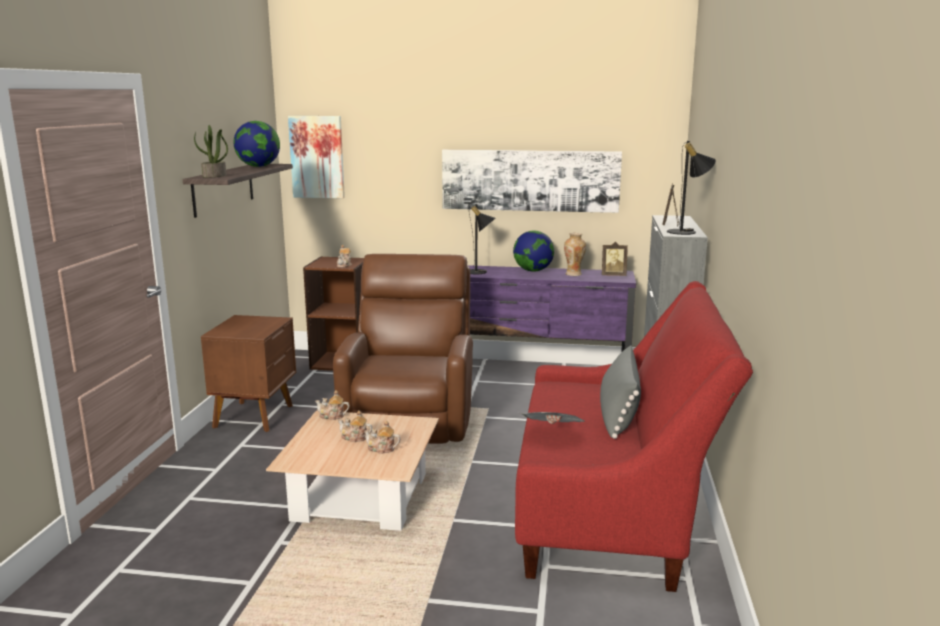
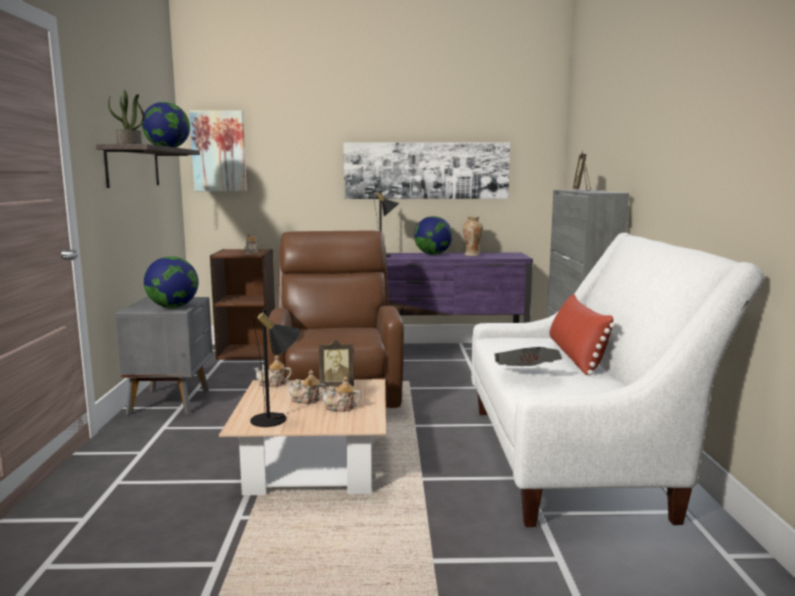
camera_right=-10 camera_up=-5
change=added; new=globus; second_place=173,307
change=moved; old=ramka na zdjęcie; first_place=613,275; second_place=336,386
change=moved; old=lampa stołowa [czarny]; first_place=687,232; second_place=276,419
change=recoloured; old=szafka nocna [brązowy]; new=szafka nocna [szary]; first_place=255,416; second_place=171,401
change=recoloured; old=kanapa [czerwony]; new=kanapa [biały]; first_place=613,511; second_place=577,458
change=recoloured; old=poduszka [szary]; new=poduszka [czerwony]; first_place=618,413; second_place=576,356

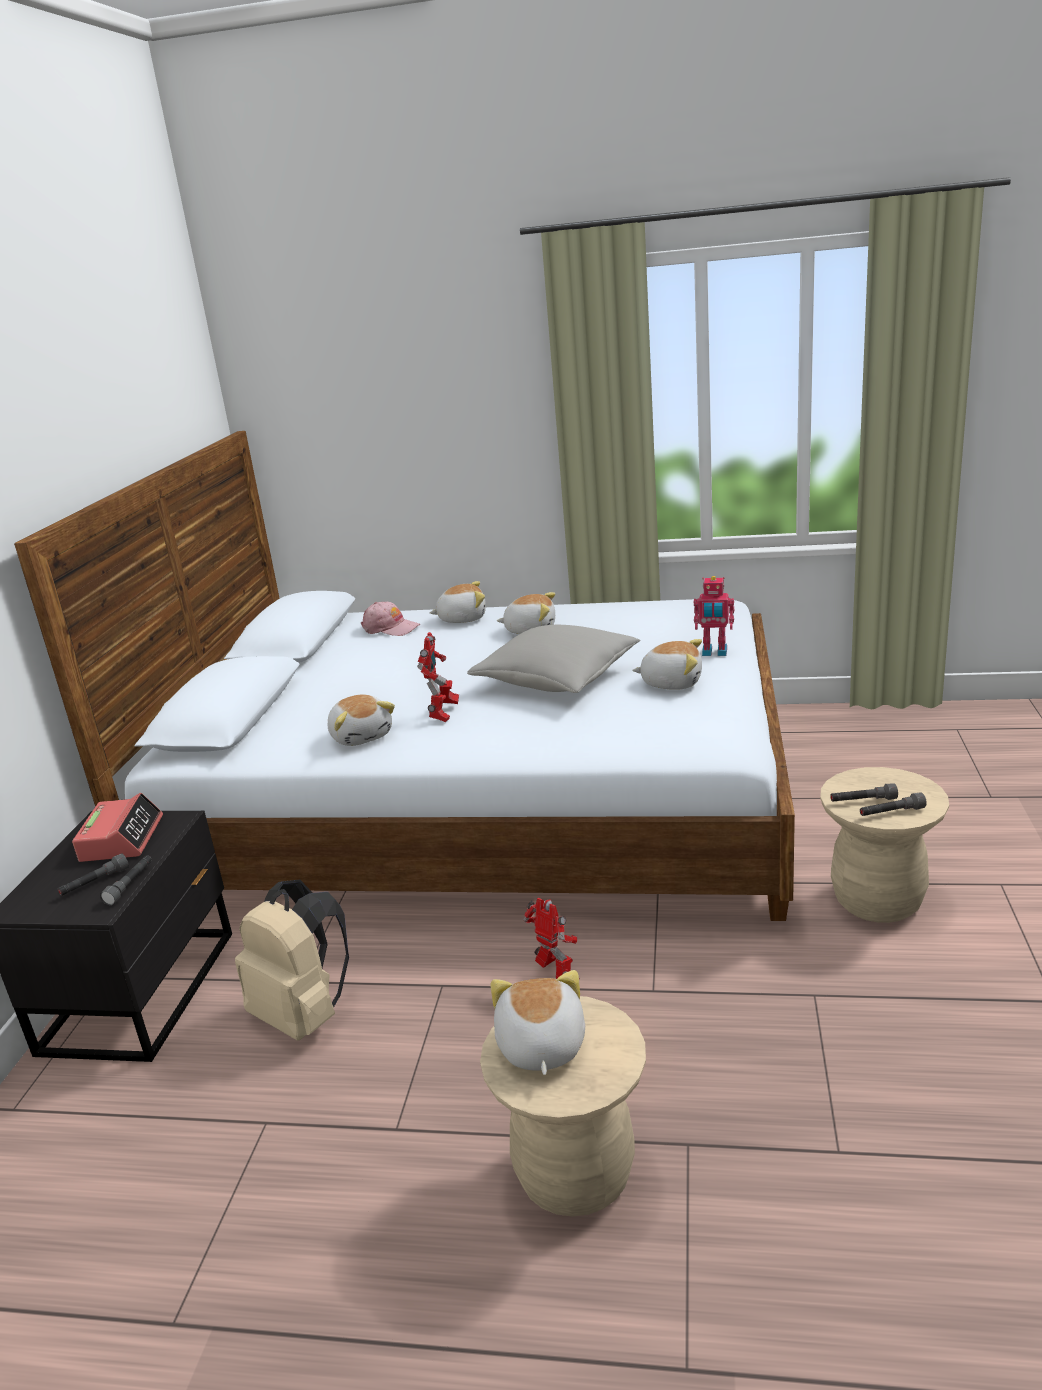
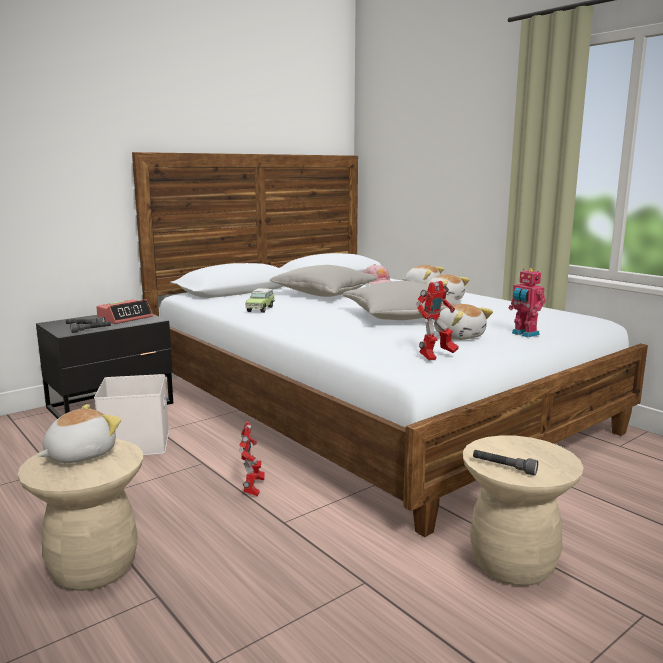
camera_right=40 camera_up=-10
change=removed; old=latarka [szary]; first_place=863,801
change=added; new=poduszka [szary]; second_place=324,294
change=moved; old=robot zabawkowy; first_place=443,714; second_place=436,356
change=replaced; old=plecak [beżowy]; new=pojemnik do przechowywania [biały]; first_place=304,1015; second_place=137,443
change=replaced; old=pluszak; new=samochodzik; first_place=362,736; second_place=260,309

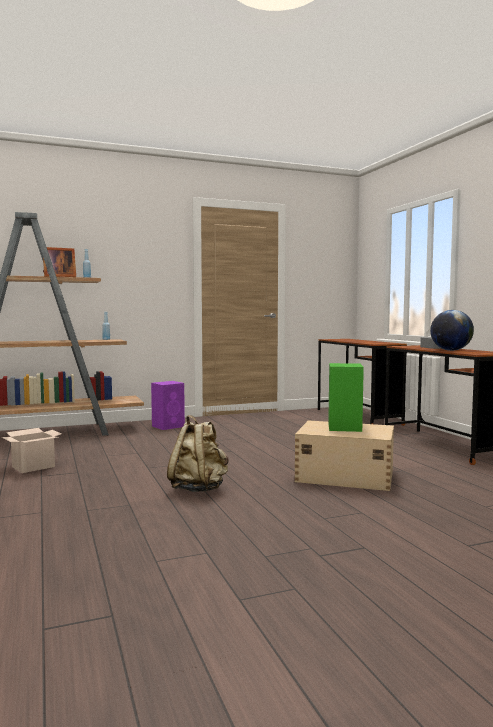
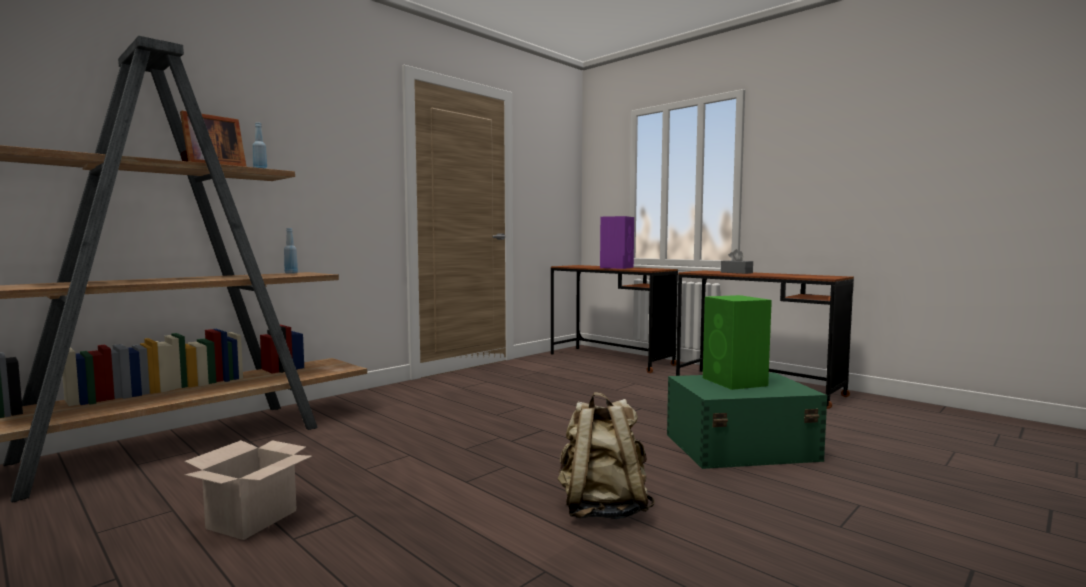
camera_right=-25 camera_up=0
change=removed; old=globus; first_place=451,350
change=moved; old=głośnik [fioletowy]; first_place=169,426; second_place=617,267
change=recoloured; old=pojemnik do przechowywania [beżowy]; new=pojemnik do przechowywania [zielony]; first_place=344,475; second_place=738,447

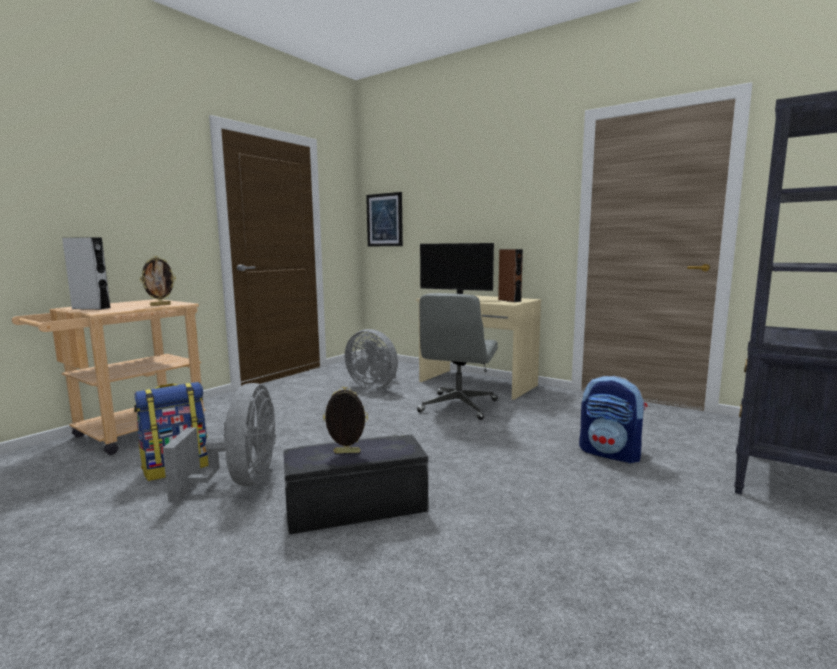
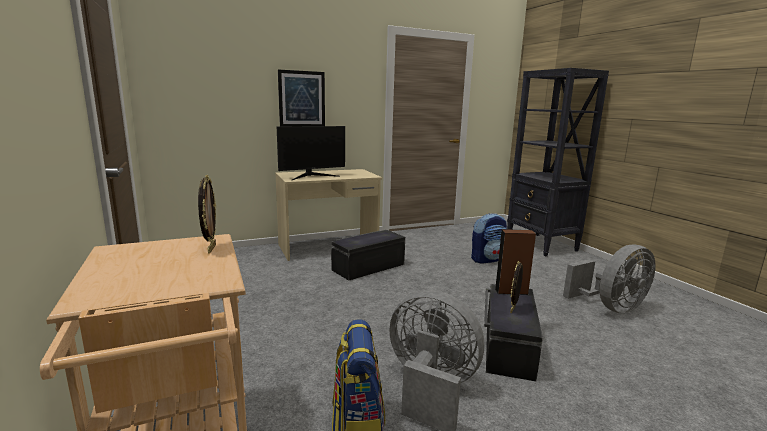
camera_right=-60 camera_up=5
change=removed; old=głośnik [szary]; first_place=91,308
change=moved; old=wentylator [szary]; first_place=374,386; second_place=611,307
change=moved; old=obraz; first_place=385,220; second_place=301,99
change=moved; old=głośnik [brązowy]; first_place=509,300; second_place=511,291
change=replaced; old=krzesło biurowe [szary]; new=pojemnik do przechowywania [czarny]; first_place=458,406; second_place=368,267

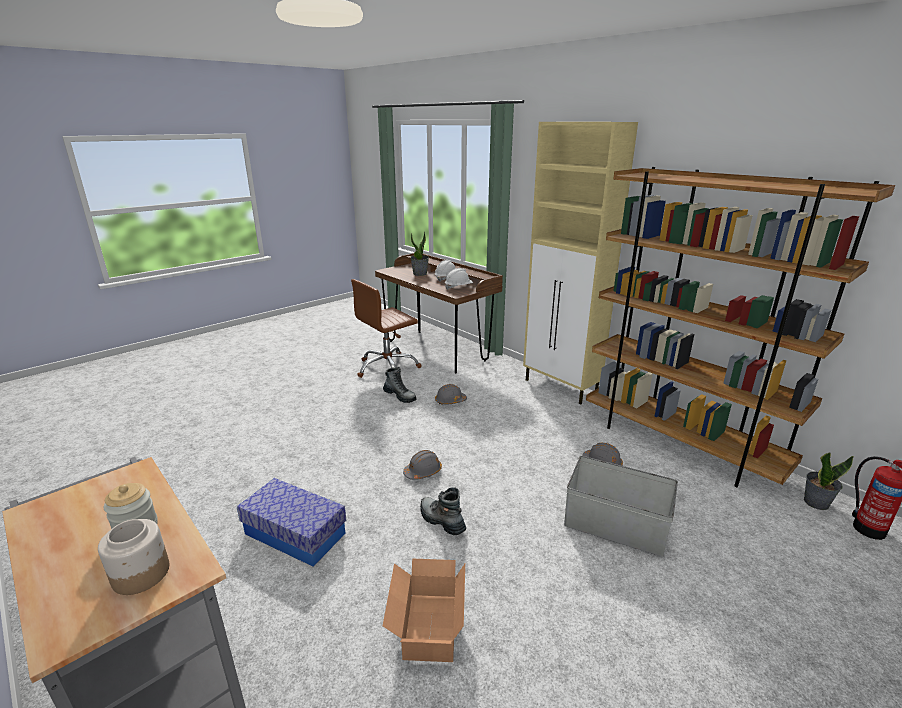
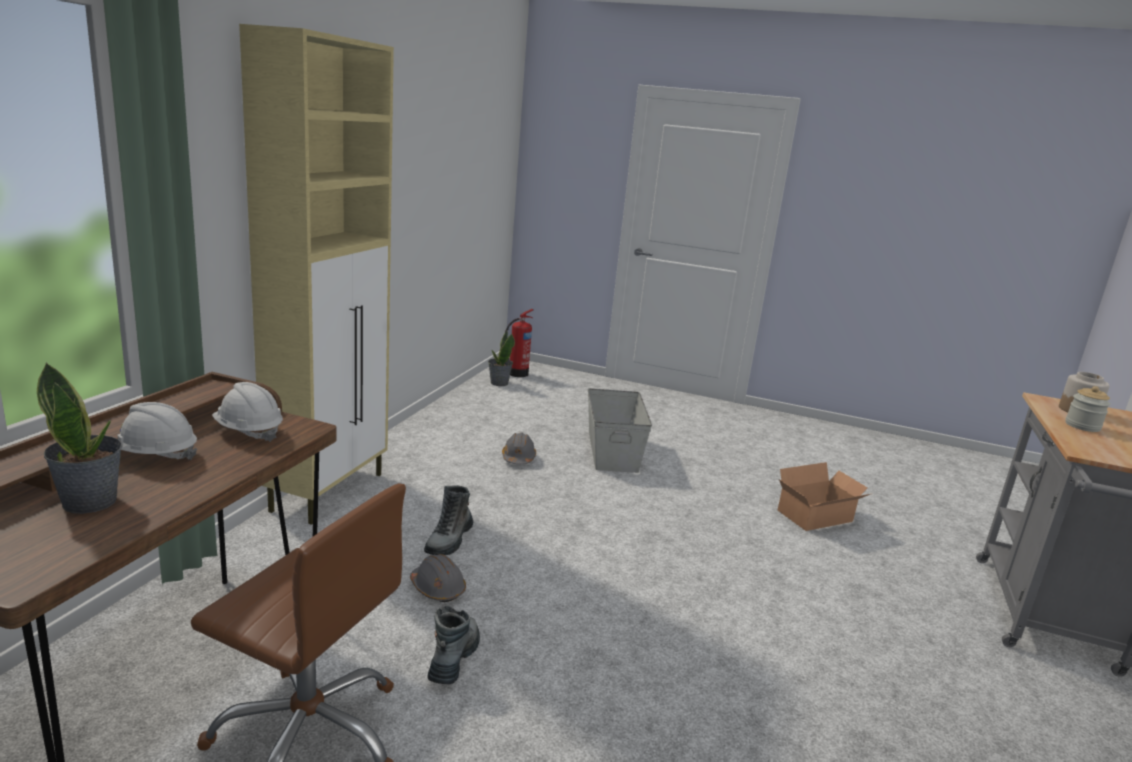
camera_right=-120 camera_up=-5
change=removed; old=pojemnik do przechowywania; first_place=295,533
change=removed; old=kask [szary]; first_place=423,472
change=removed; old=regał [brązowy]; first_place=679,444
change=moved; old=but z cholewką; first_place=441,521; second_place=449,540

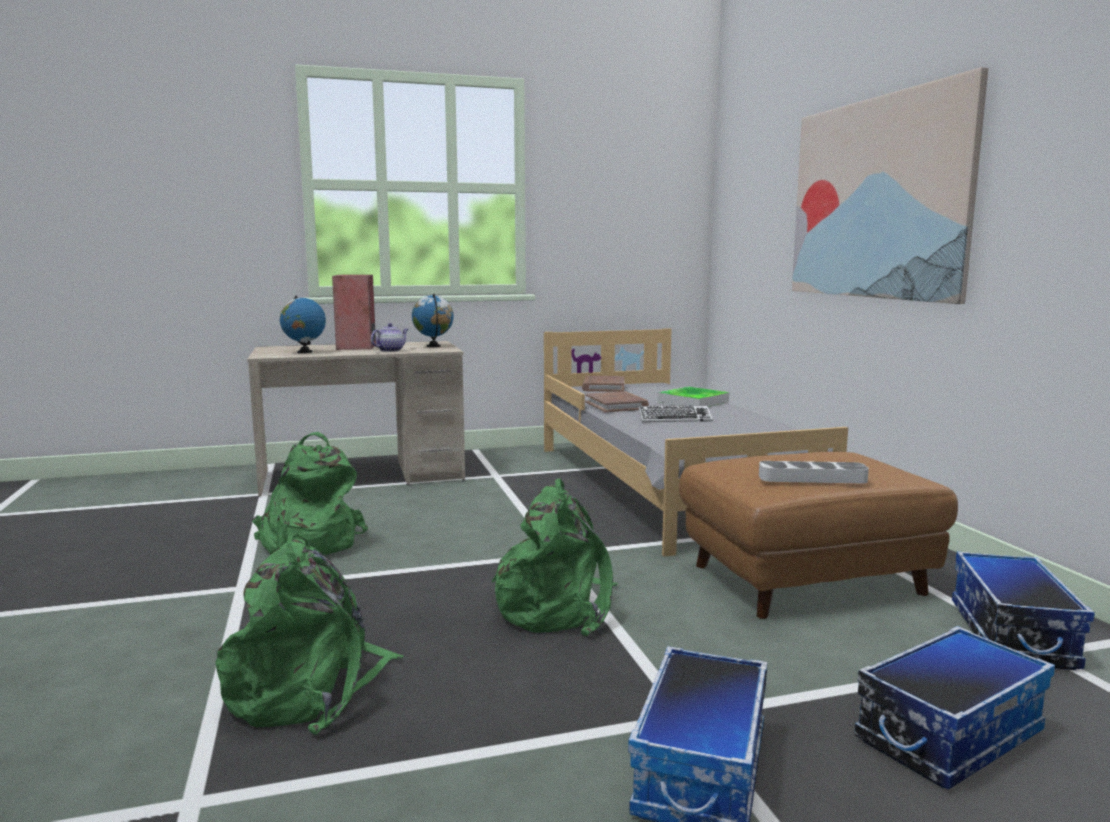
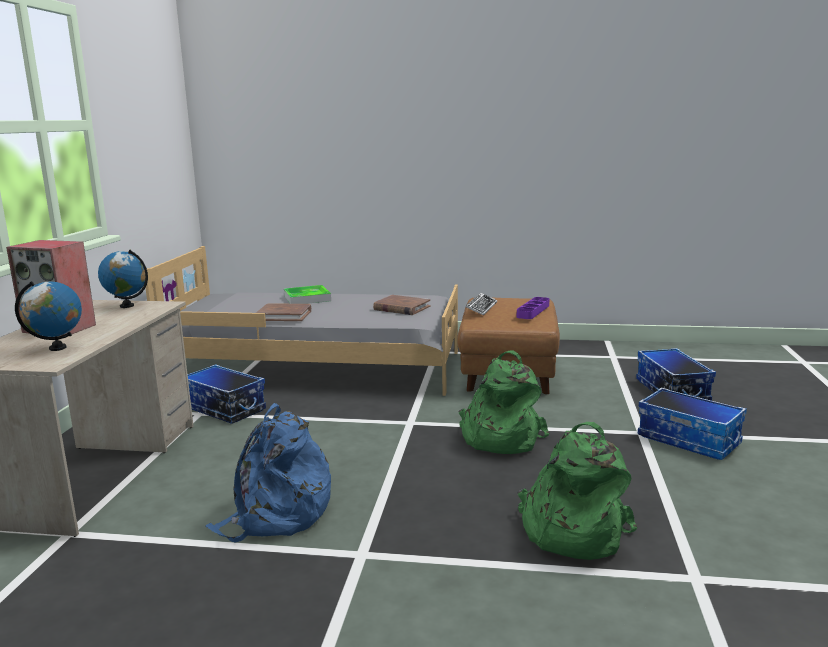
camera_right=-65 camera_up=5
change=removed; old=imbryk; first_place=390,350
change=removed; old=obraz; first_place=877,199
change=moved; old=książka [brązowy]; first_place=603,387; second_place=401,308
change=moved; old=klawiatura; first_place=674,419; second_place=481,307
change=moved; old=pojemnik do przechowywania; first_place=1009,634; second_place=223,409
change=recoloured; old=plecak [zielony]; new=plecak [niebieski]; first_place=308,542; second_place=276,515
change=recoloured; old=taca [szary]; new=taca [fioletowy]; first_place=812,478; second_place=533,311

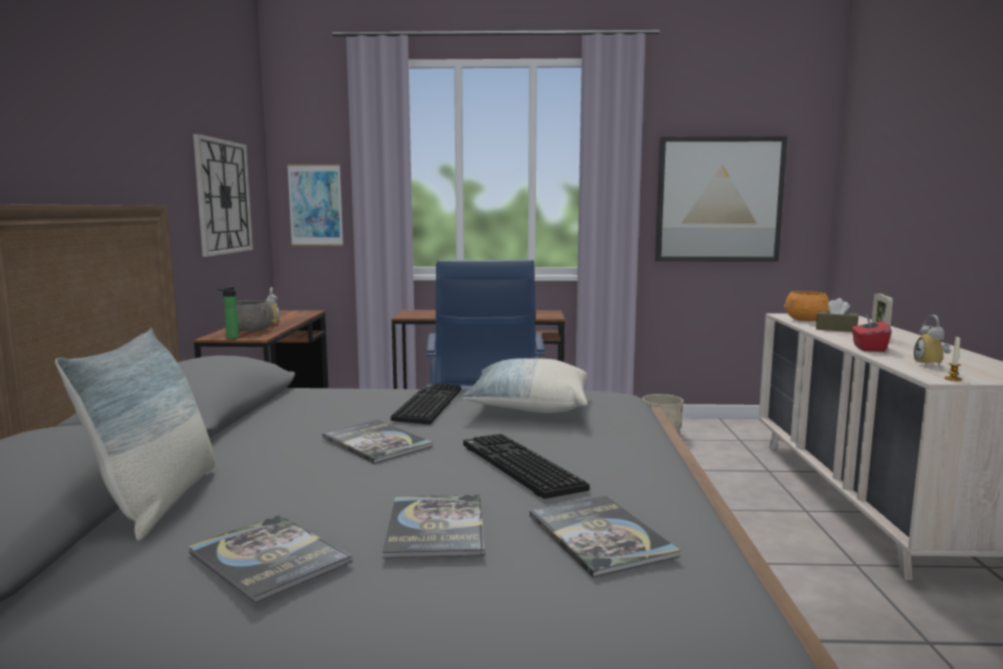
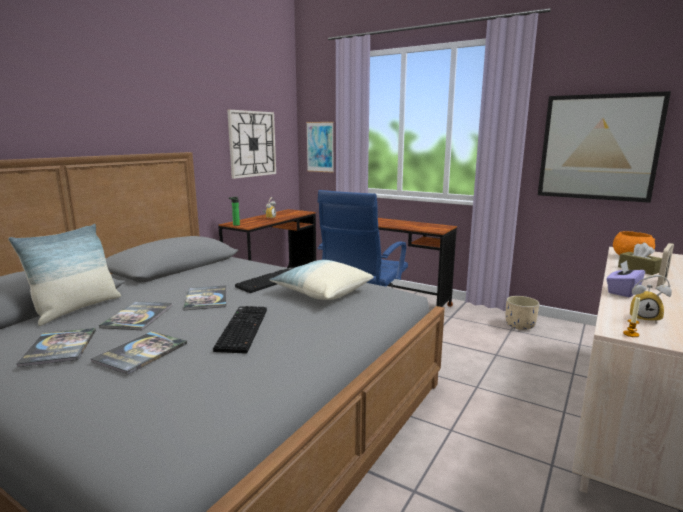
camera_right=30 camera_up=5
change=removed; old=miska [szary]; first_place=251,330
change=moved; old=książka; first_place=600,536; second_place=138,316
change=recoloured; old=pudełko chusteczek [czerwony]; new=pudełko chusteczek [fioletowy]; first_place=868,348; second_place=622,291
change=turned; old=budzik; first_place=933,366; second_place=644,318; degrees=-105

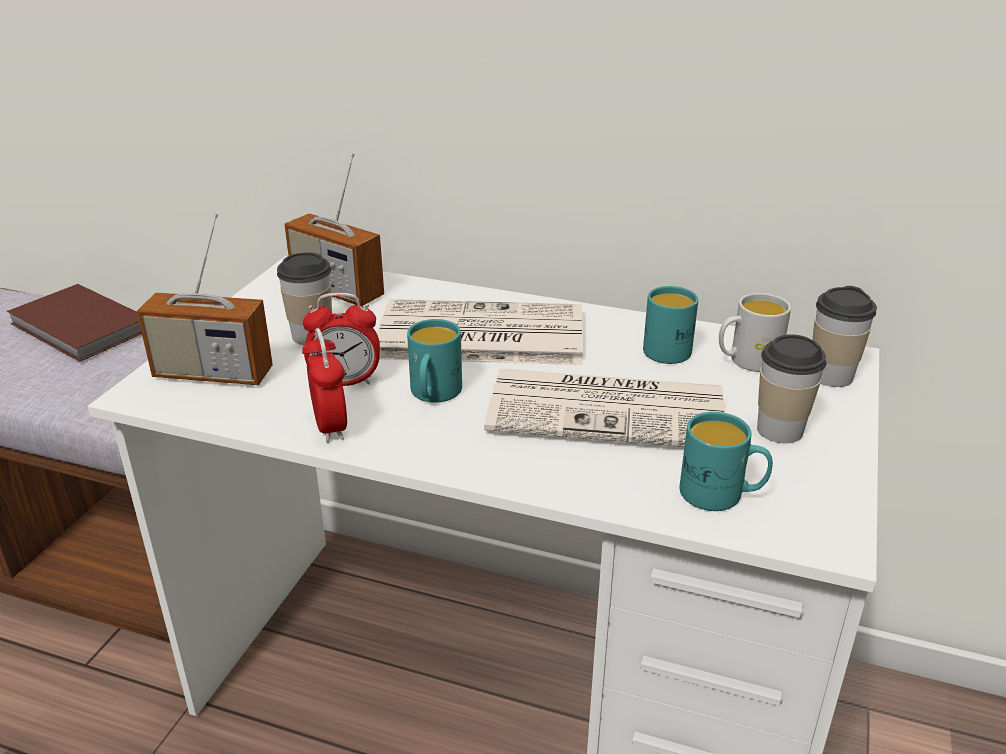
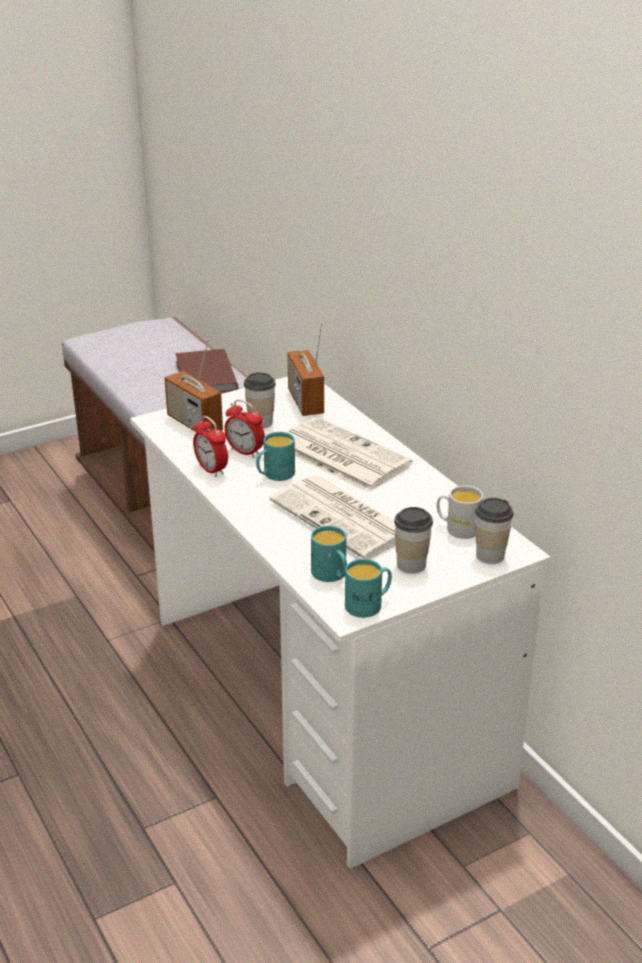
camera_right=40 camera_up=0
change=moved; old=kubek [turkusowy]; first_place=668,348; second_place=368,605
change=turned; old=budzik; first_place=330,426; second_place=211,470; degrees=120

